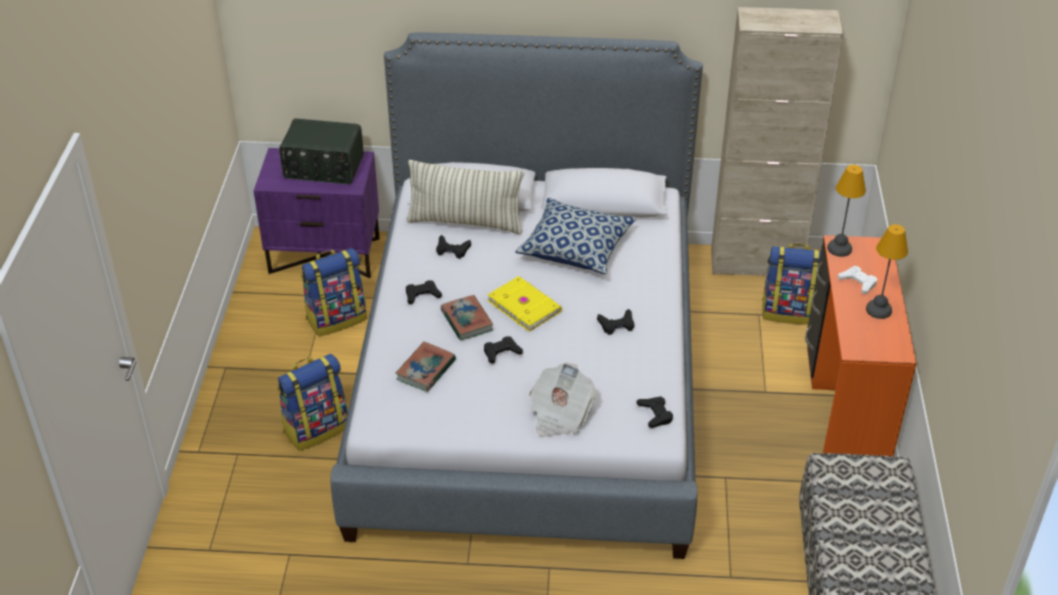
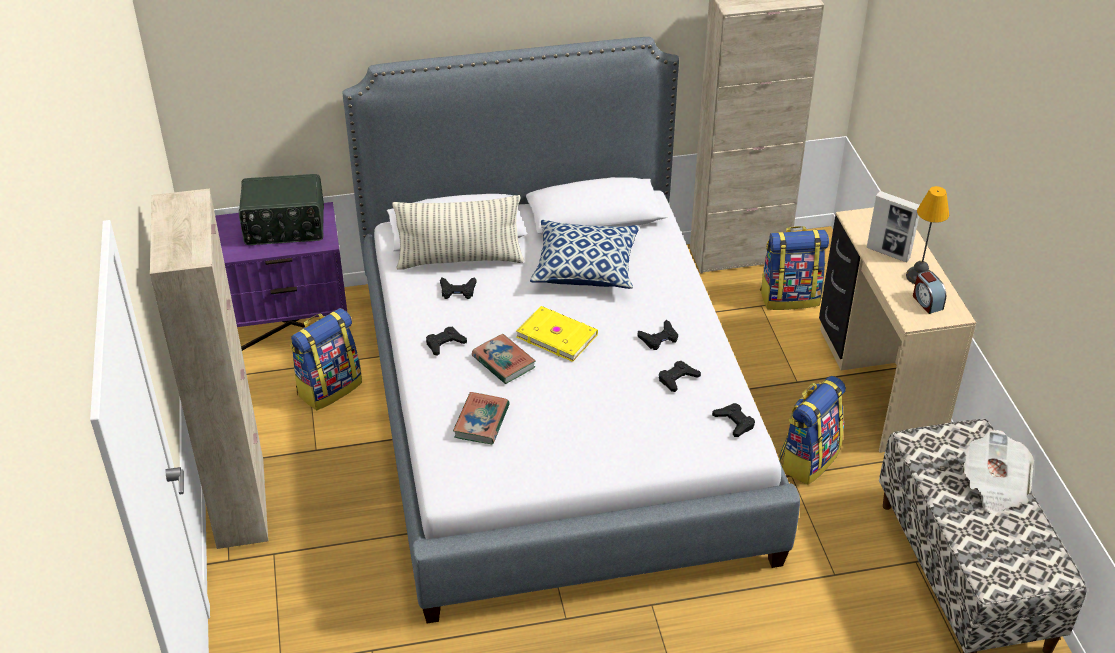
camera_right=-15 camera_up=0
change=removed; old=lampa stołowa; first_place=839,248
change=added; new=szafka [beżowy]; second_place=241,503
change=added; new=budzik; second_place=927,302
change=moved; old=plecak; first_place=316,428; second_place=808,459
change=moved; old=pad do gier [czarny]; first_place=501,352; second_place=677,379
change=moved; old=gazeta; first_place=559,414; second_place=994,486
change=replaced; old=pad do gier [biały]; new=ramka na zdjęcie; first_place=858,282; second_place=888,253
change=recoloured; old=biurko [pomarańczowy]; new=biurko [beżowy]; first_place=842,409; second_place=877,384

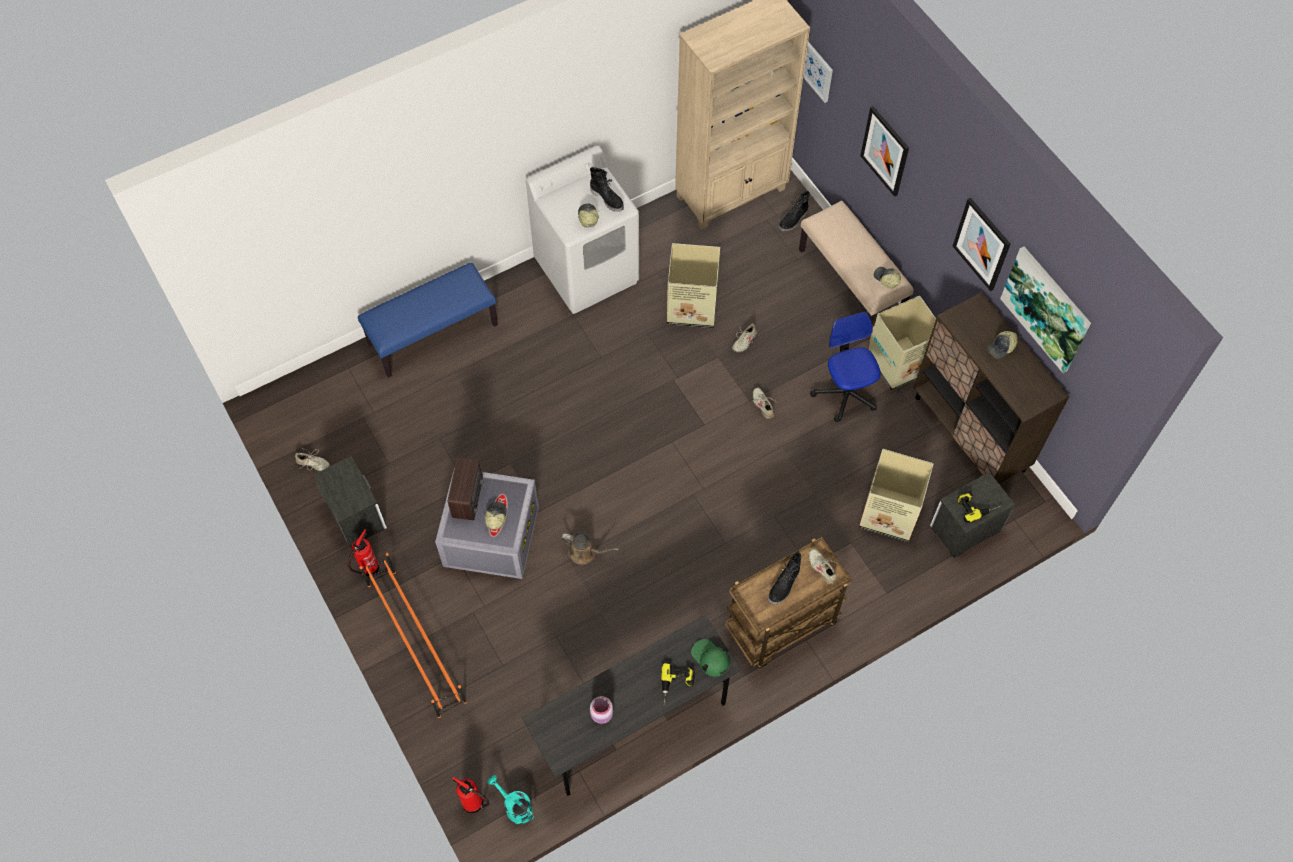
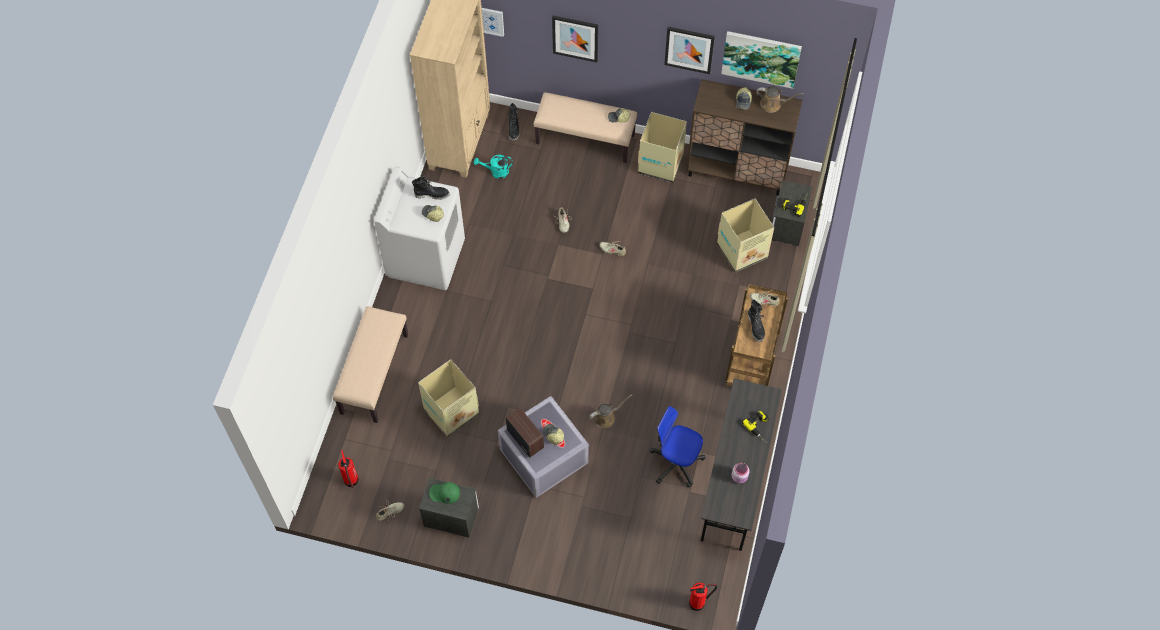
camera_right=-45 camera_up=0
change=removed; old=regał na buty [pomarańczowy]; first_place=416,641
change=added; new=konewka [brązowy]; second_place=773,104
change=moved; old=gaśnica; first_place=368,569; second_place=351,481
change=moved; old=konewka [turkusowy]; first_place=515,807; second_place=496,172
change=moved; old=karton; first_place=690,307; second_place=450,412
change=moved; old=czapka z daszkiem [zielony]; first_place=710,658; second_place=444,493
change=moved; old=krzesło biurowe; first_place=845,393; second_place=676,462
change=recoloured; old=ławka [niebieski]; new=ławka [beżowy]; first_place=433,333; second_place=374,373

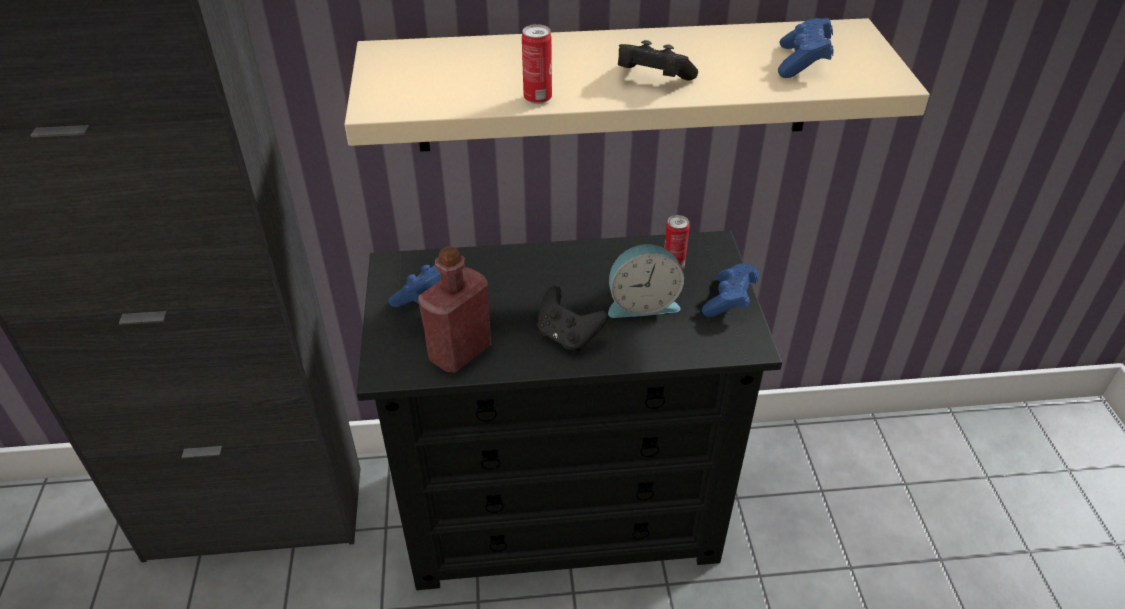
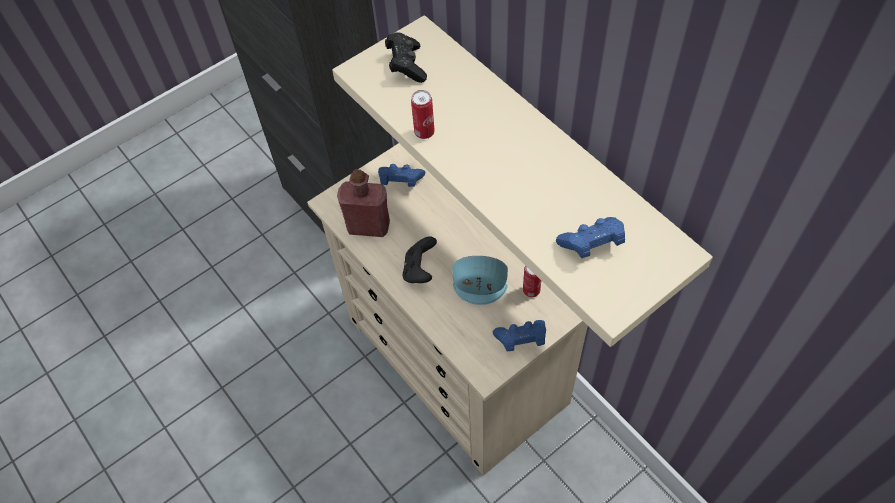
camera_right=60 camera_up=15
change=moved; old=pad do gier [czarny]; first_place=651,79; second_place=406,65
change=recoloured; old=komoda [czarny]; new=komoda [beżowy]; first_place=564,509; second_place=457,362
change=turned; old=budzik; first_place=642,303; second_place=479,292; degrees=135

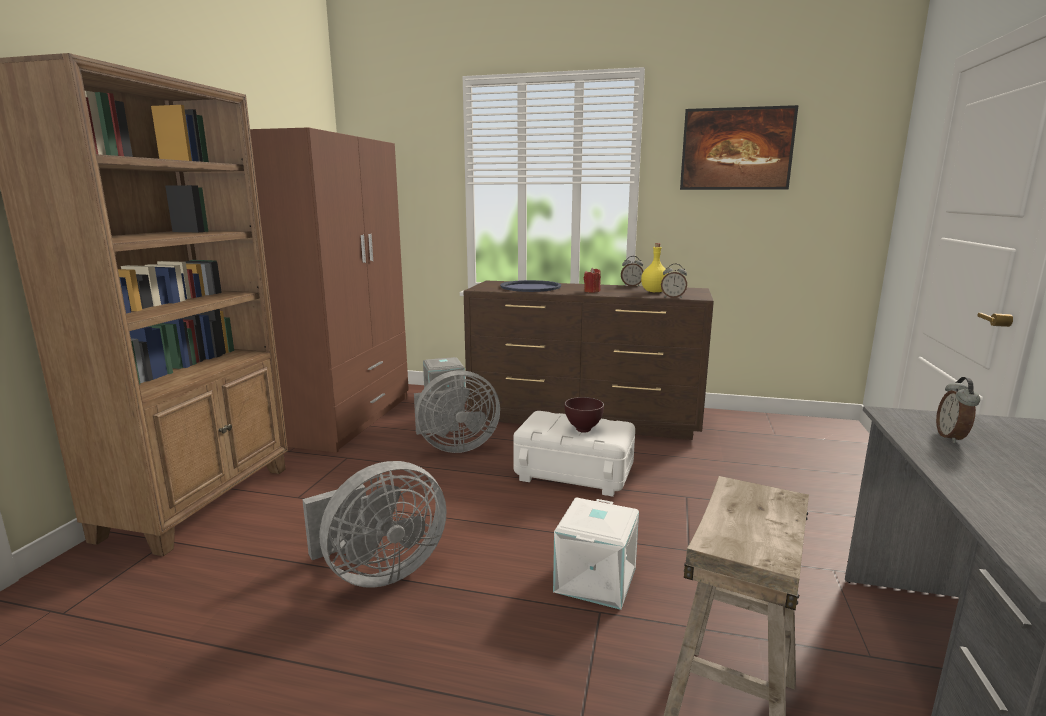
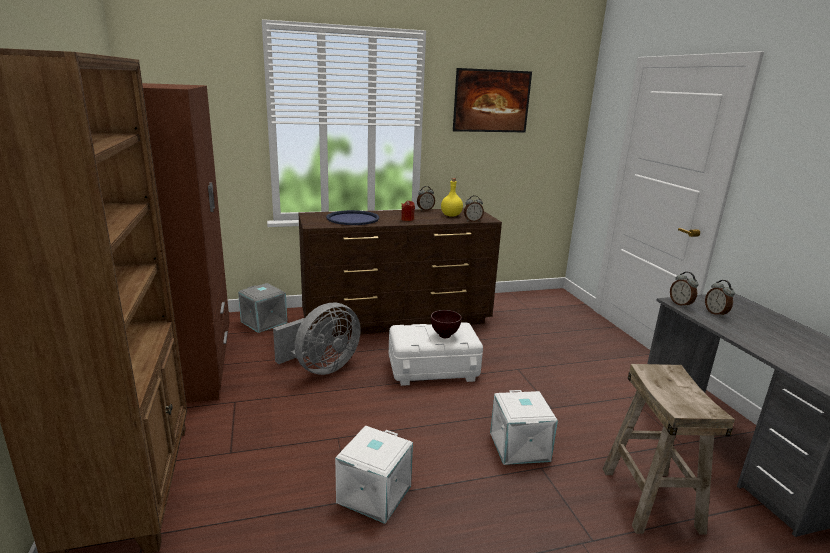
camera_right=-30 camera_up=5
change=added; new=budzik; second_place=681,304
change=replaced; old=wentylator [szary]; new=pojemnik do przechowywania [biały]; first_place=379,572; second_place=373,493

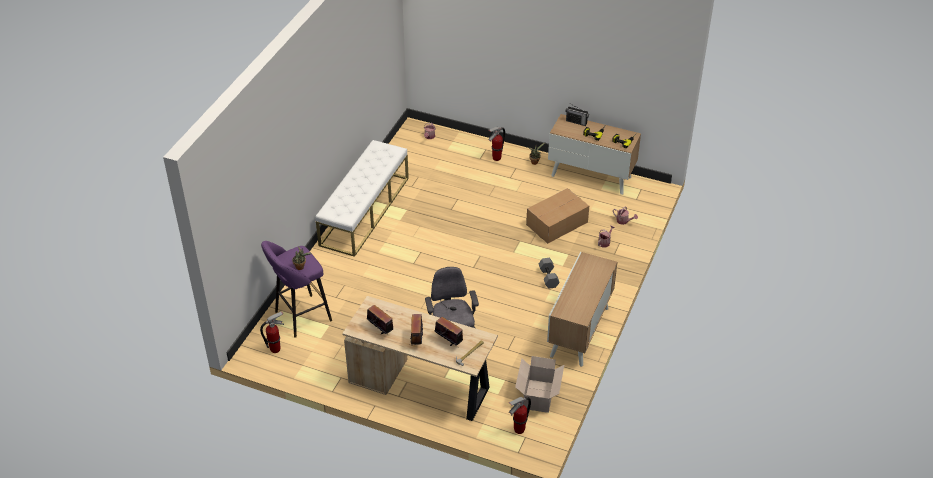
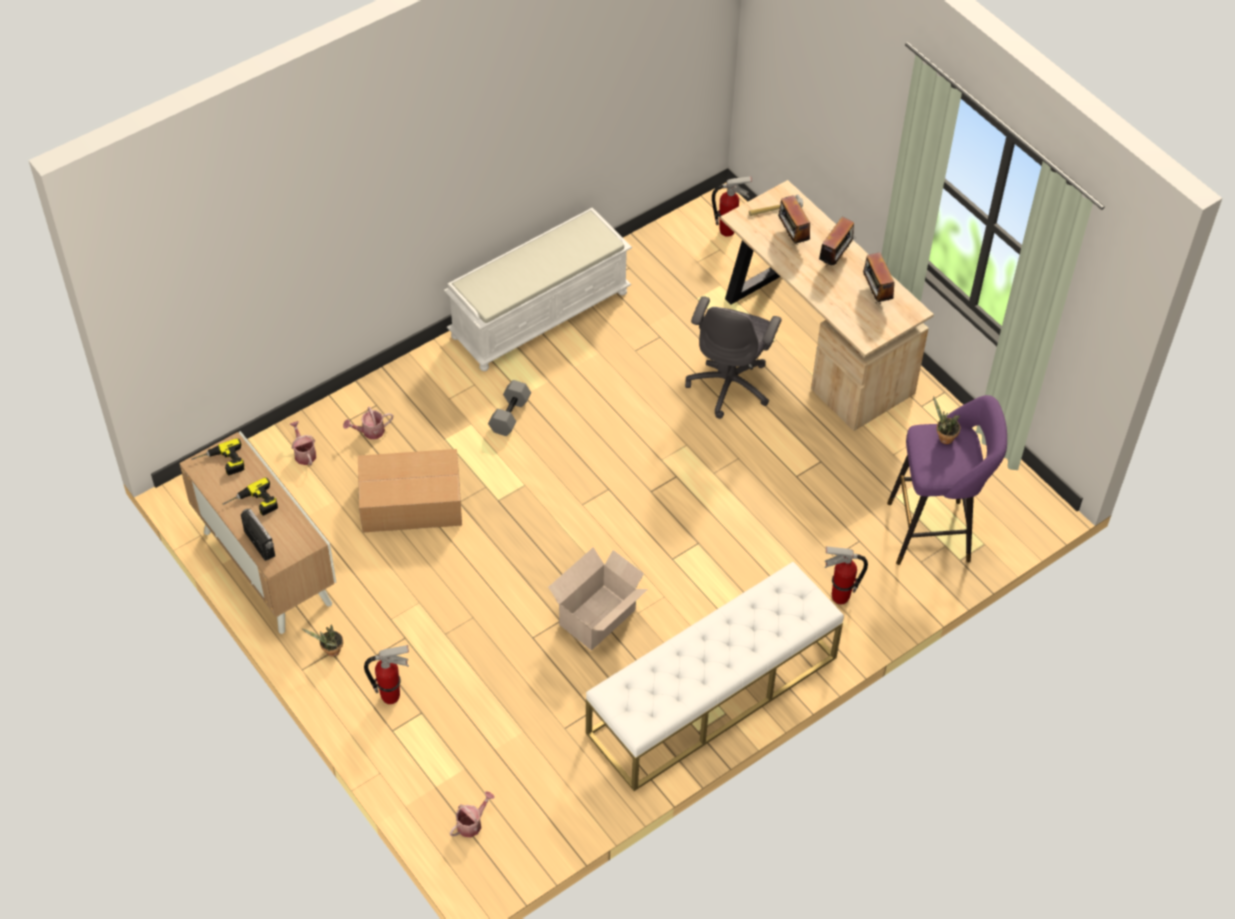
camera_right=-150 camera_up=10
change=moved; old=gaśnica; first_place=275,349; second_place=839,597
change=moved; old=karton; first_place=538,397; second_place=599,616
change=replaced; old=szafka; new=ławka [biały]; first_place=580,332; second_place=540,313

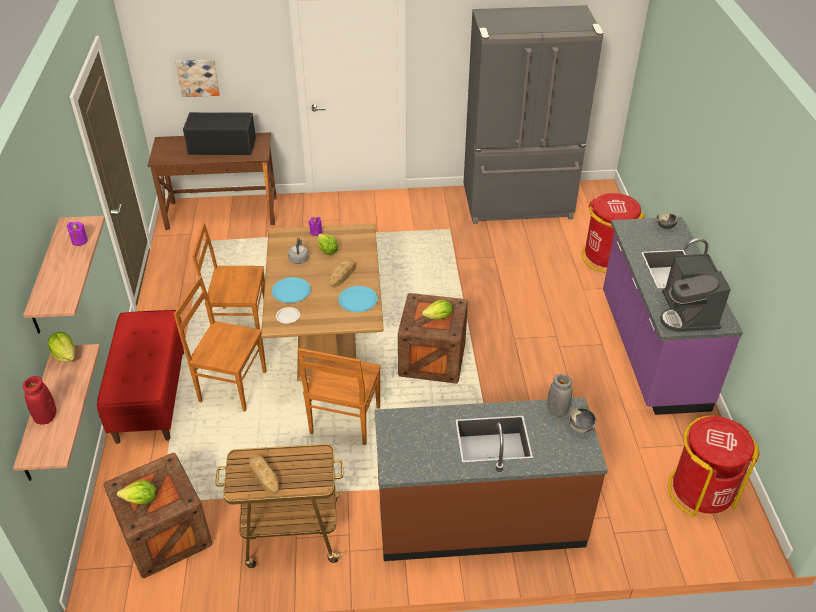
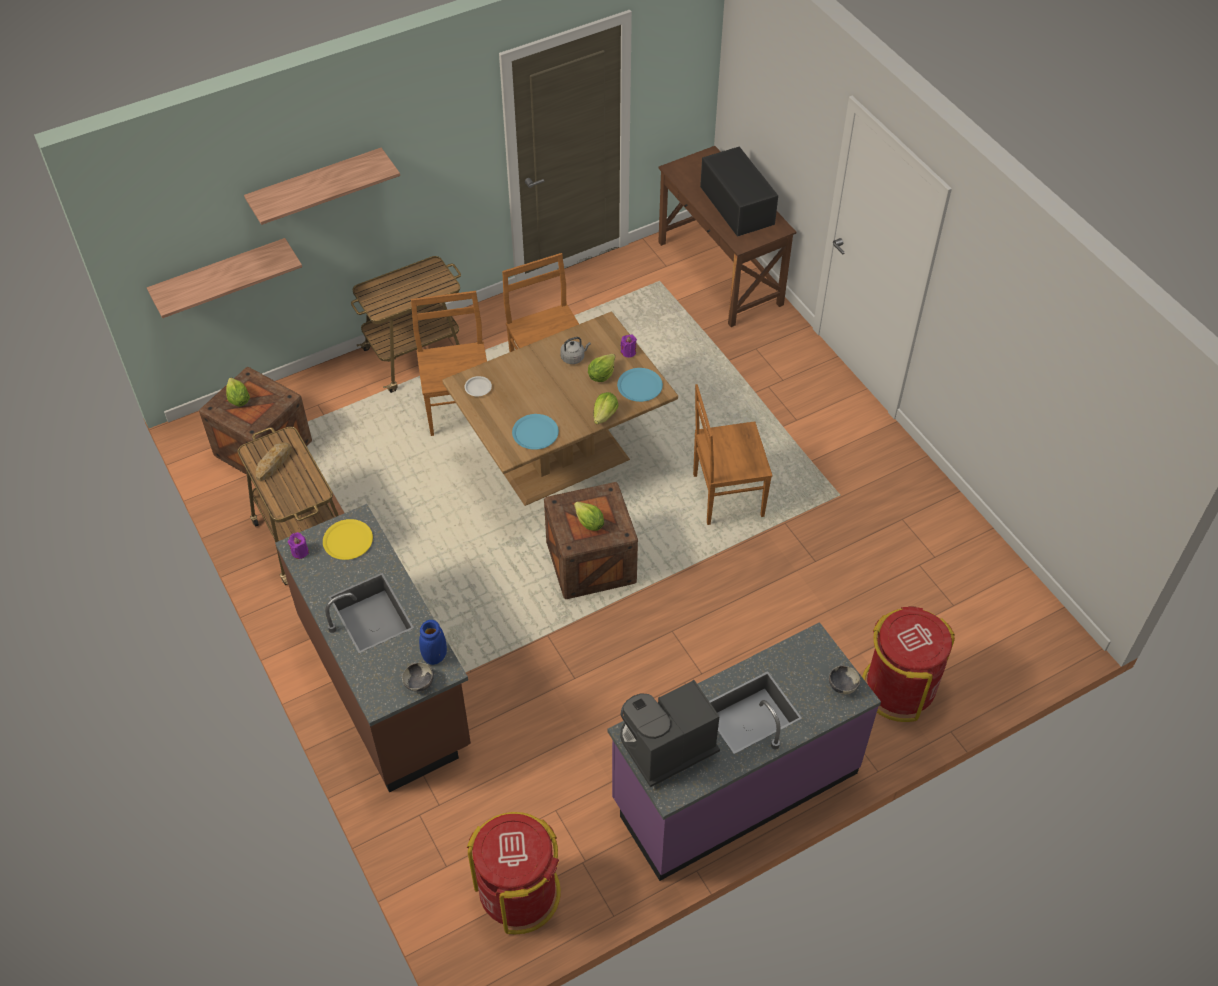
camera_right=65 camera_up=10
change=removed; old=wazon [czerwony]; first_place=46,417
change=removed; old=obraz; first_place=198,77
change=removed; old=chleb; first_place=342,275
change=removed; old=lodówka [szary]; first_place=518,204
change=added; new=talerz [żółty]; second_place=348,540
change=moved; old=sałata; first_place=65,355; second_place=605,415
change=moved; old=świeca [fioletowy]; first_place=79,241; second_place=300,552
change=moved; old=talerz [niebieski]; first_place=291,291; second_place=639,385
change=moved; old=krzesło [brązowy]; first_place=344,422; second_place=725,496
change=replaced; old=ławka [czerwony]; new=wózek; first_place=151,395; second_place=415,356
change=recoloured; old=wazon [szary]; new=wazon [niebieski]; first_place=557,410; second_place=435,656

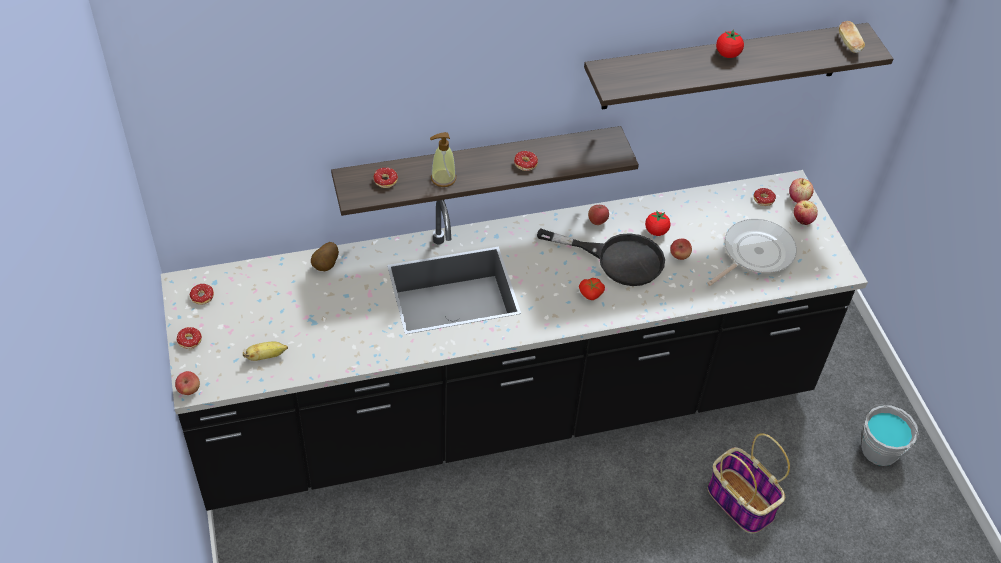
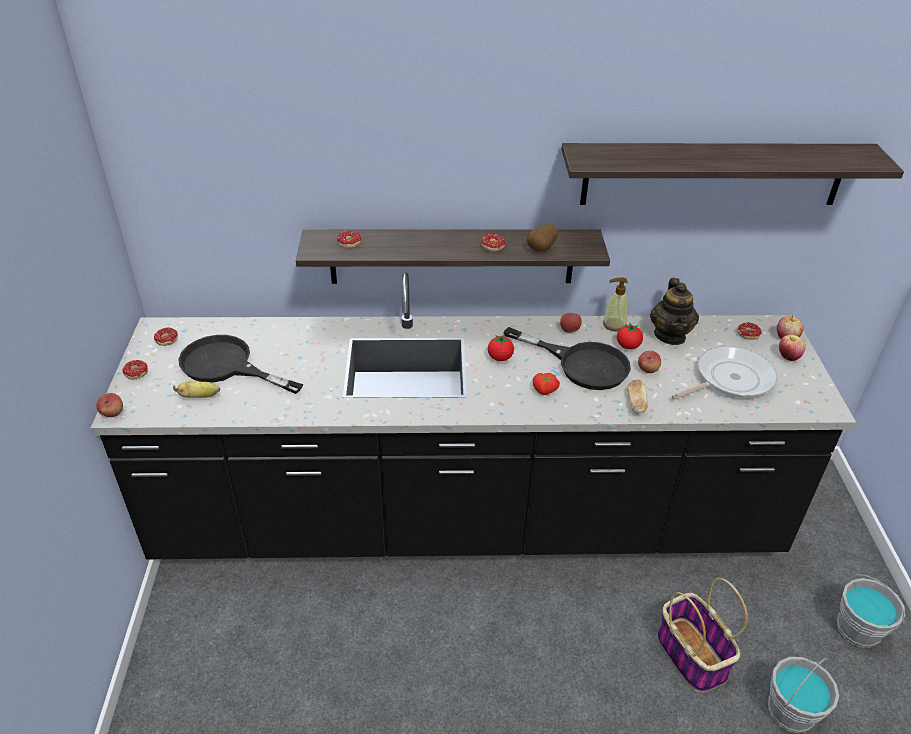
camera_right=15 camera_up=-10
change=added; new=patelnia [czarny]; second_place=227,366
change=added; new=imbryk; second_place=670,335
change=added; new=wiadro [szary]; second_place=791,712
change=moved; old=ziemniak; first_place=326,265; second_place=542,249
change=moved; old=dozownik mydła; first_place=443,178; second_place=614,325
change=moved; old=pomidor; first_place=727,54; second_place=500,357
change=moved; old=chleb; first_place=849,44; second_place=636,403

